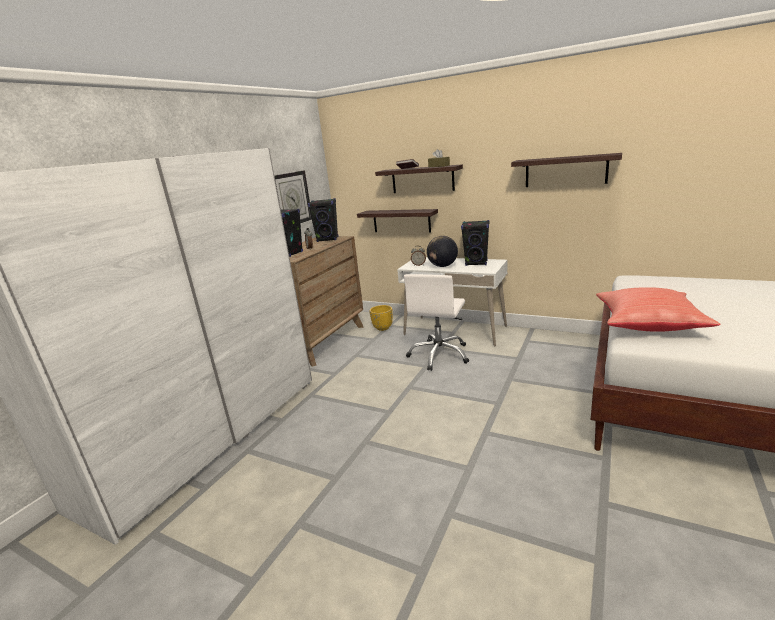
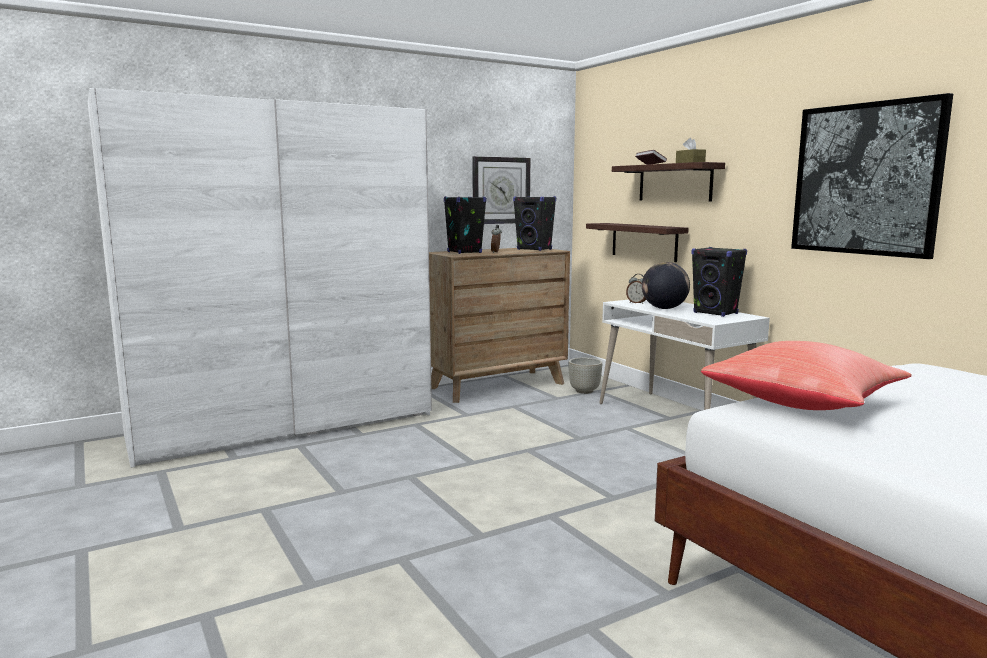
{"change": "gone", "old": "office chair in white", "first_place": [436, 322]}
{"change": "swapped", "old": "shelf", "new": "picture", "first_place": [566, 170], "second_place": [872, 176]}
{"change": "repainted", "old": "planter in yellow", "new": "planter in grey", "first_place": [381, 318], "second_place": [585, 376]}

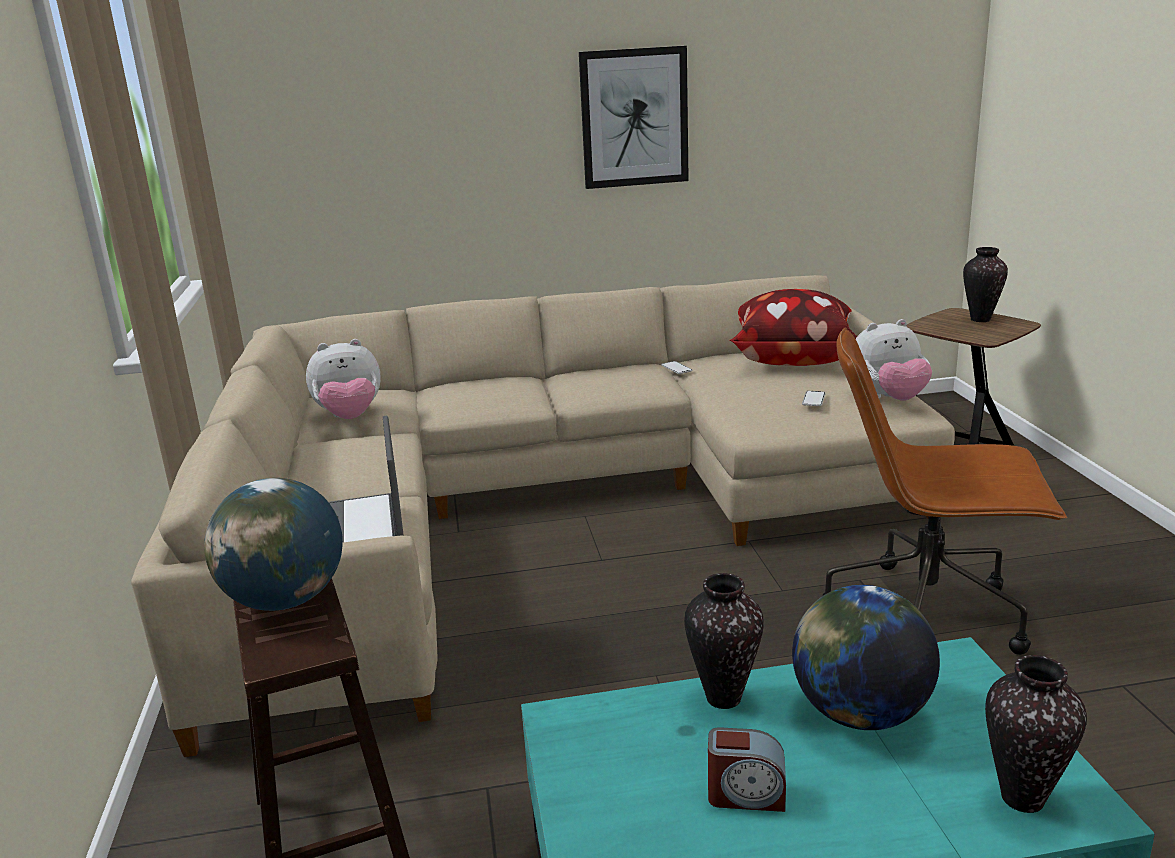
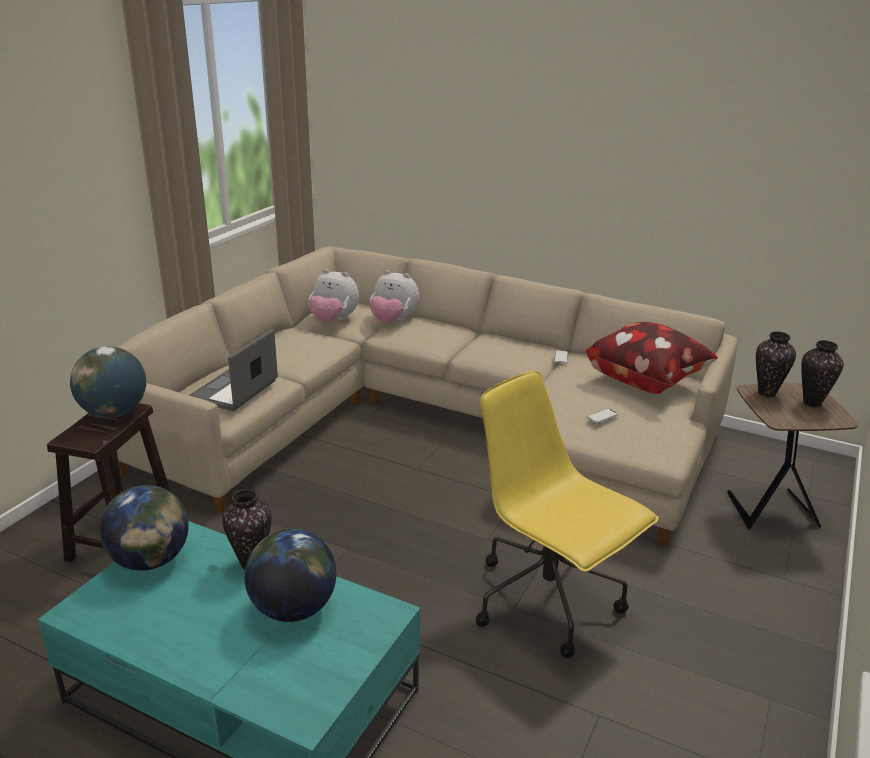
{"change": "gone", "old": "picture", "first_place": [634, 117]}
{"change": "gone", "old": "alarm clock", "first_place": [747, 769]}
{"change": "new", "new": "globe", "second_place": [144, 527]}
{"change": "shifted", "old": "plush toy", "first_place": [894, 360], "second_place": [394, 296]}
{"change": "shifted", "old": "vase", "first_place": [1036, 734], "second_place": [776, 364]}
{"change": "repainted", "old": "office chair in brown", "new": "office chair in yellow", "first_place": [944, 491], "second_place": [567, 514]}

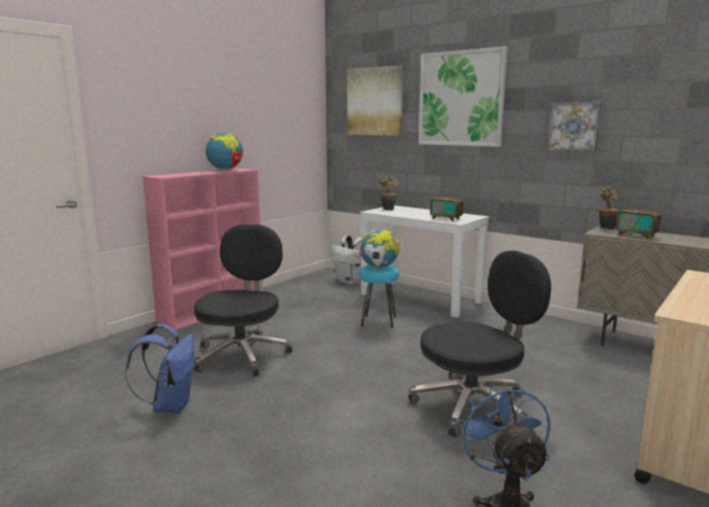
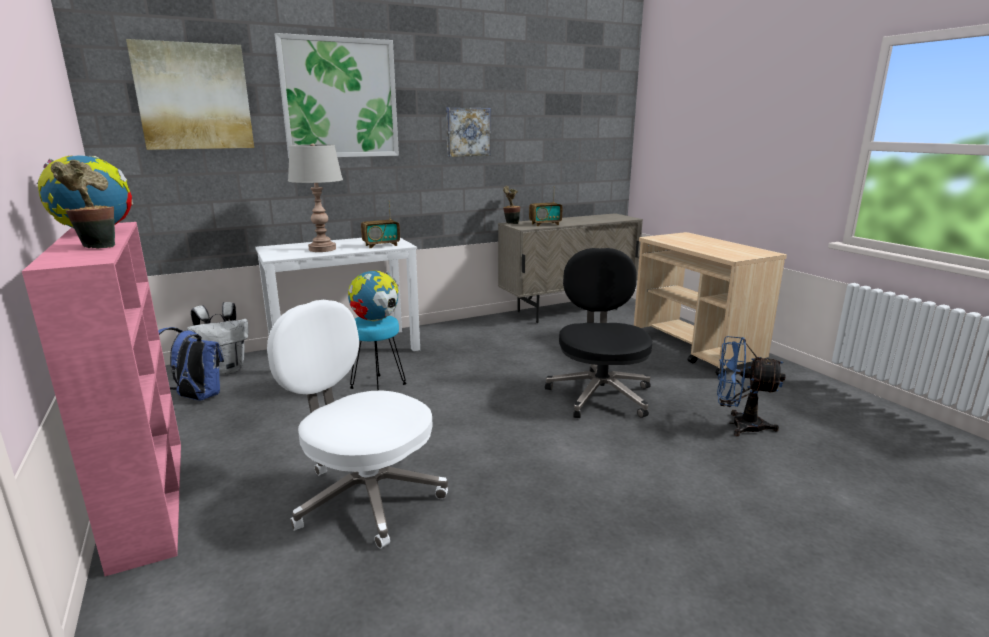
{"change": "new", "new": "table lamp in grey", "second_place": [315, 197]}
{"change": "shifted", "old": "backpack in blue", "first_place": [159, 369], "second_place": [191, 364]}
{"change": "shifted", "old": "potted plant", "first_place": [389, 193], "second_place": [83, 204]}
{"change": "repainted", "old": "office chair in black", "new": "office chair in white", "first_place": [243, 300], "second_place": [357, 424]}

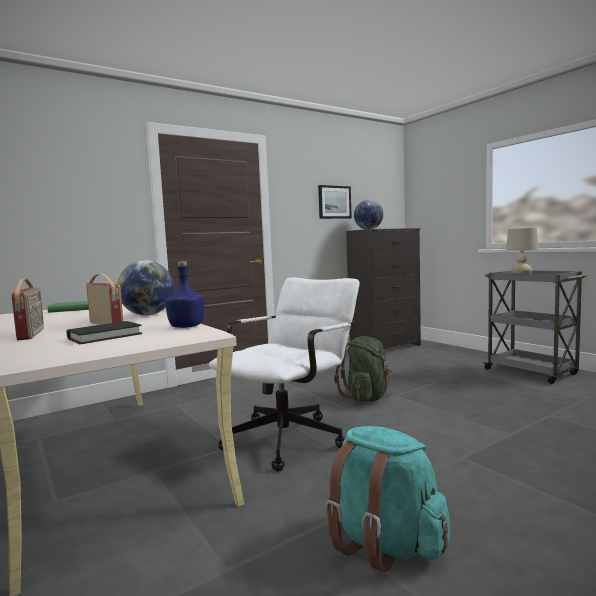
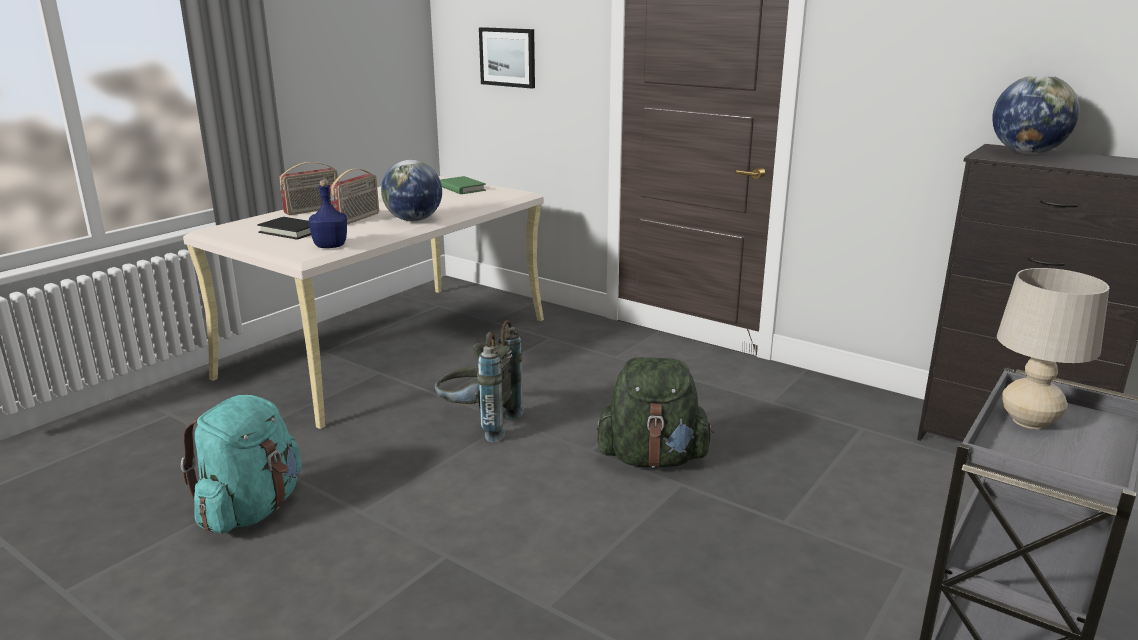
{"change": "shifted", "old": "picture", "first_place": [335, 202], "second_place": [507, 57]}
{"change": "swapped", "old": "office chair in white", "new": "backpack in grey", "first_place": [284, 374], "second_place": [479, 381]}

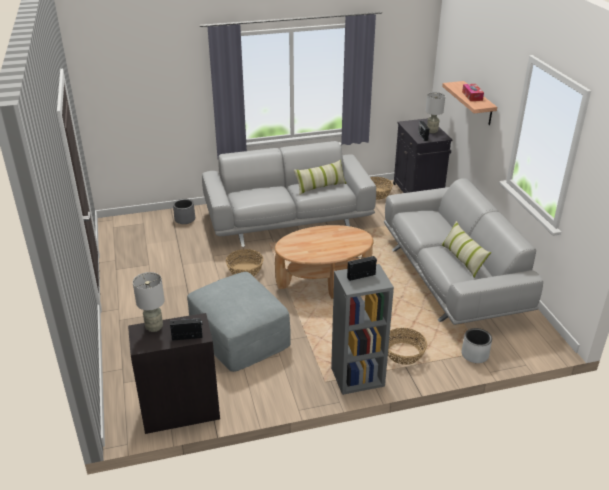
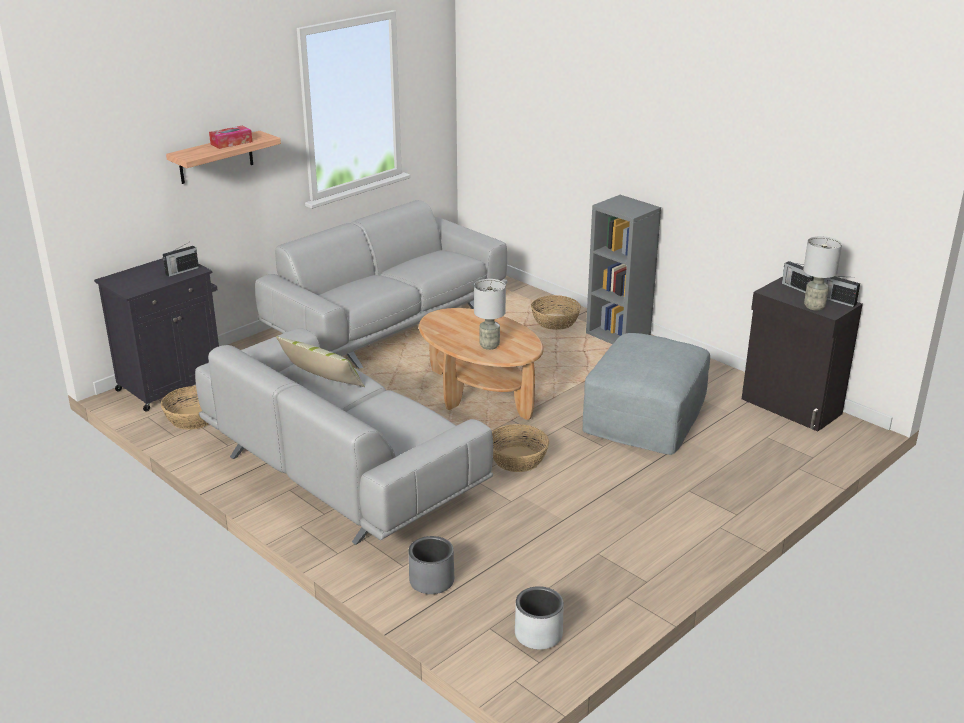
{"change": "gone", "old": "pillow", "first_place": [466, 249]}
{"change": "shifted", "old": "radio", "first_place": [362, 268], "second_place": [842, 291]}
{"change": "shifted", "old": "table lamp in grey", "first_place": [435, 112], "second_place": [490, 314]}
{"change": "shifted", "old": "planter in grey", "first_place": [477, 345], "second_place": [539, 618]}

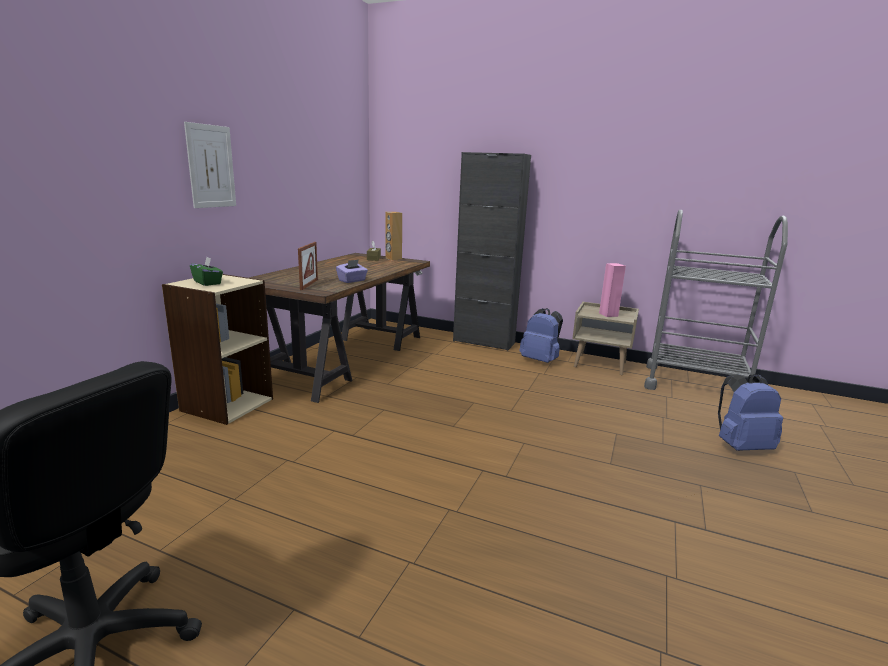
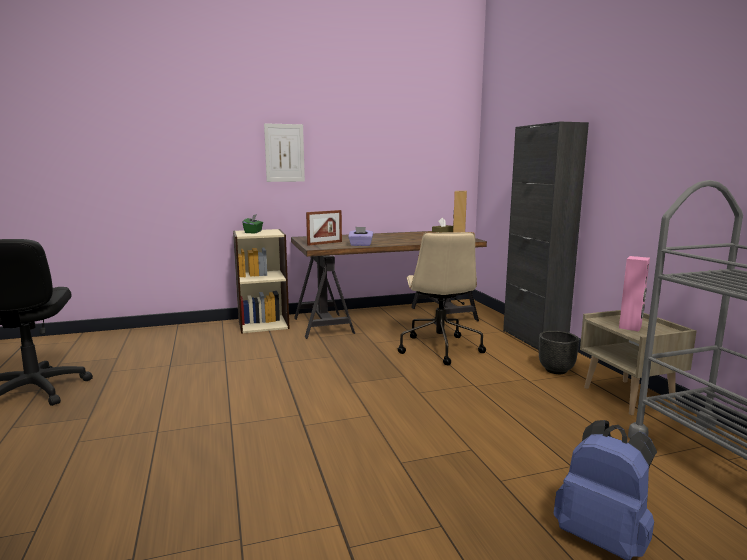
{"change": "new", "new": "office chair in beige", "second_place": [442, 298]}
{"change": "swapped", "old": "backpack in blue", "new": "planter in black", "first_place": [541, 335], "second_place": [559, 352]}

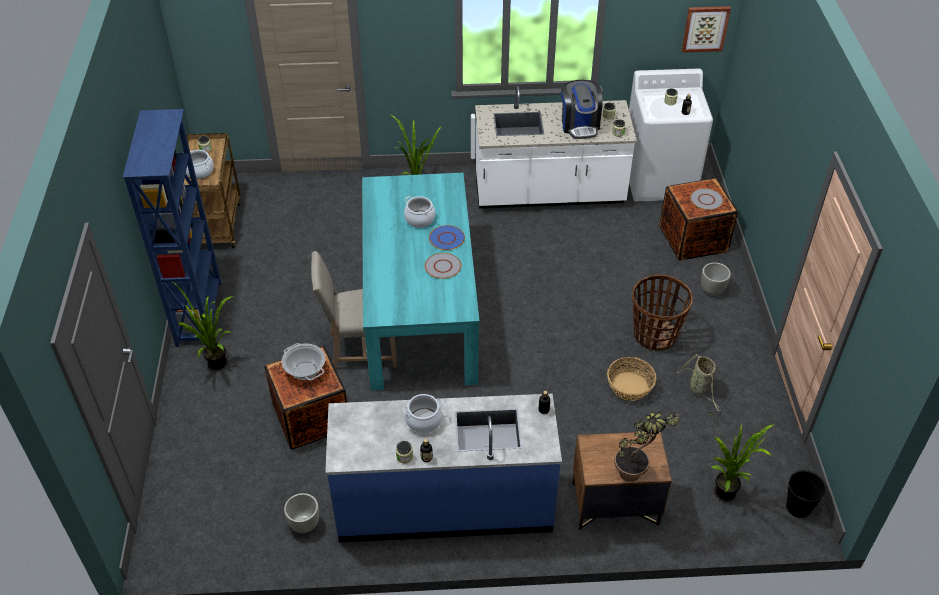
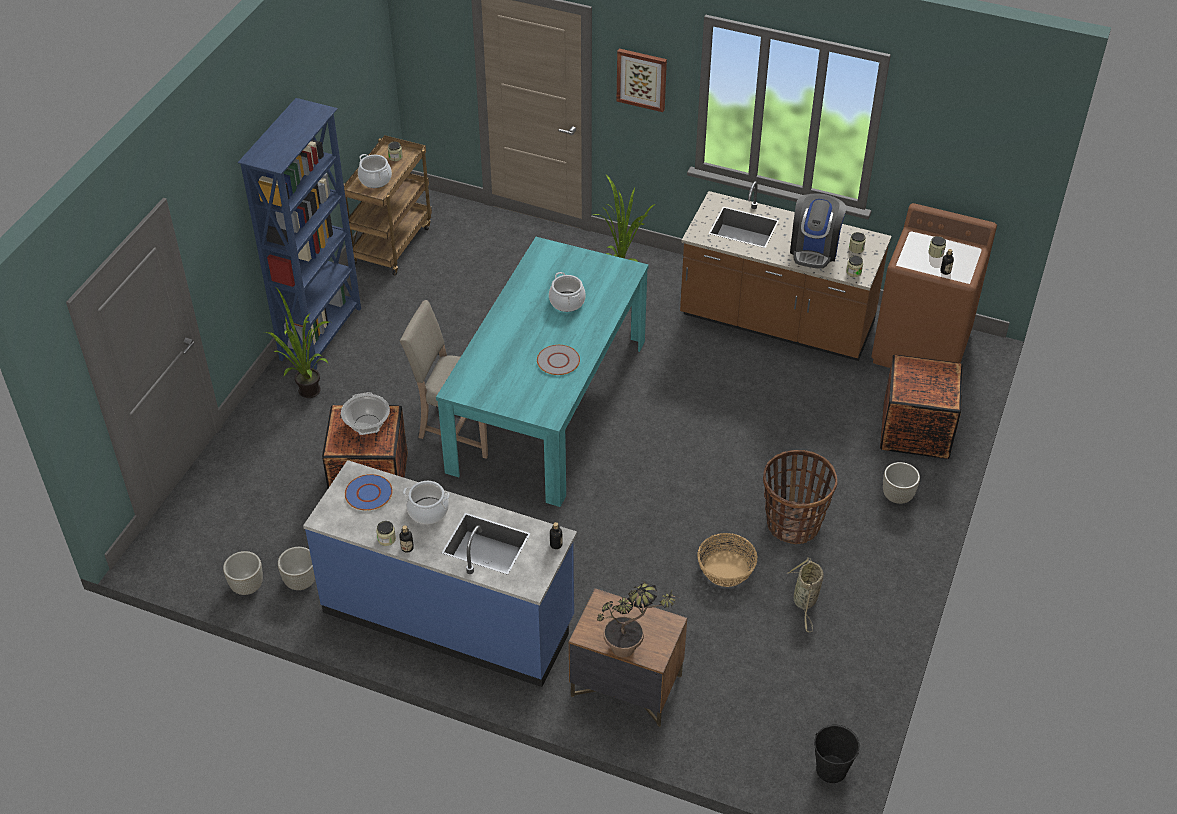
{"change": "gone", "old": "plate in grey", "first_place": [707, 199]}
{"change": "gone", "old": "potted plant", "first_place": [742, 458]}
{"change": "new", "new": "planter in grey", "second_place": [243, 573]}
{"change": "shifted", "old": "plate in blue", "first_place": [447, 237], "second_place": [369, 492]}
{"change": "shifted", "old": "picture", "first_place": [706, 29], "second_place": [642, 80]}
{"change": "repainted", "old": "counter in white", "new": "counter in brown", "first_place": [556, 146], "second_place": [785, 271]}
{"change": "repainted", "old": "washing machine in white", "new": "washing machine in brown", "first_place": [671, 135], "second_place": [934, 285]}

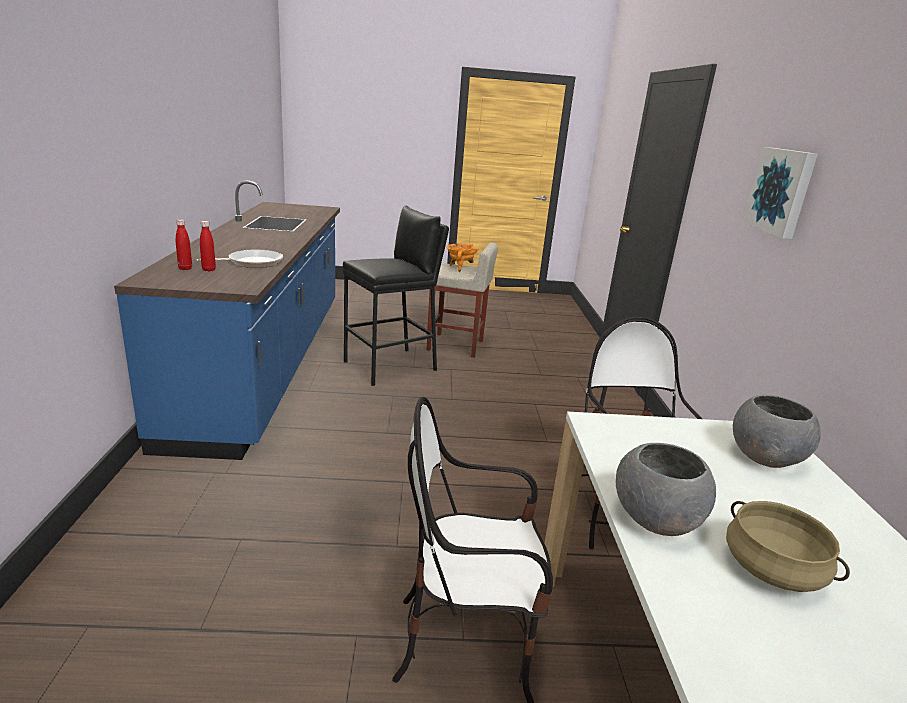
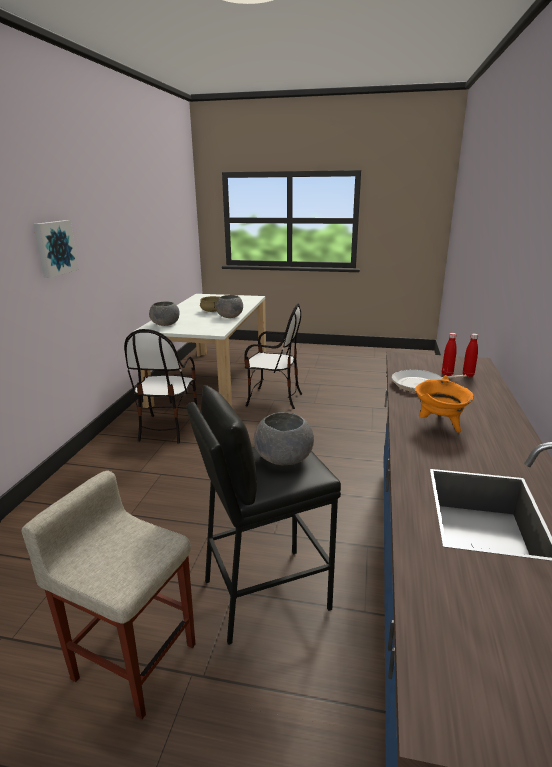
{"change": "new", "new": "bowl in grey", "second_place": [284, 438]}
{"change": "shifted", "old": "cooking pot in orange", "first_place": [462, 257], "second_place": [444, 404]}

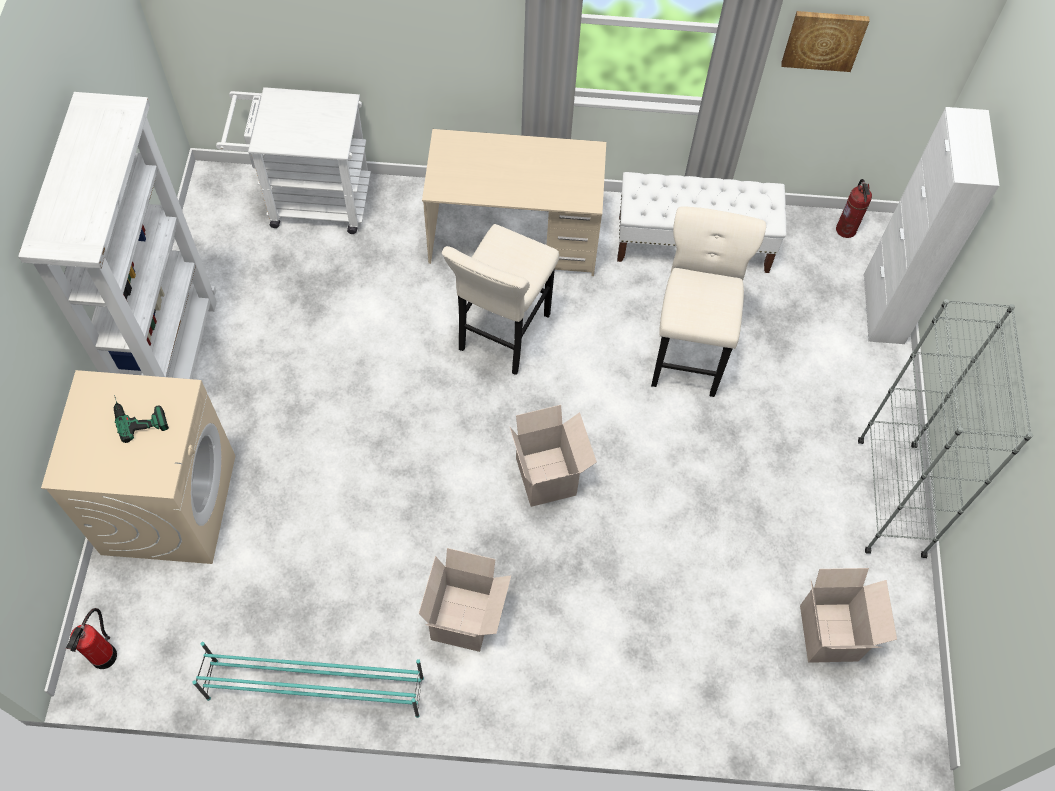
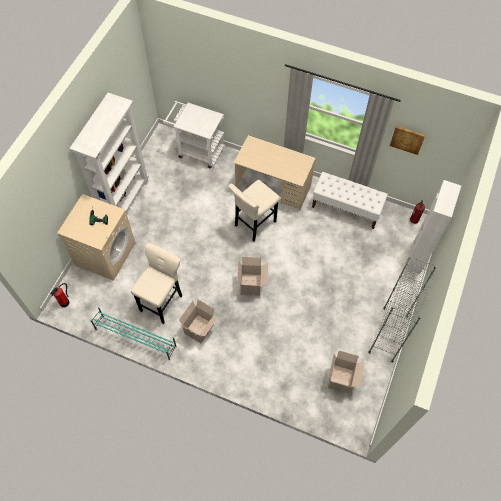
{"change": "shifted", "old": "stool in beige", "first_place": [708, 301], "second_place": [156, 283]}

